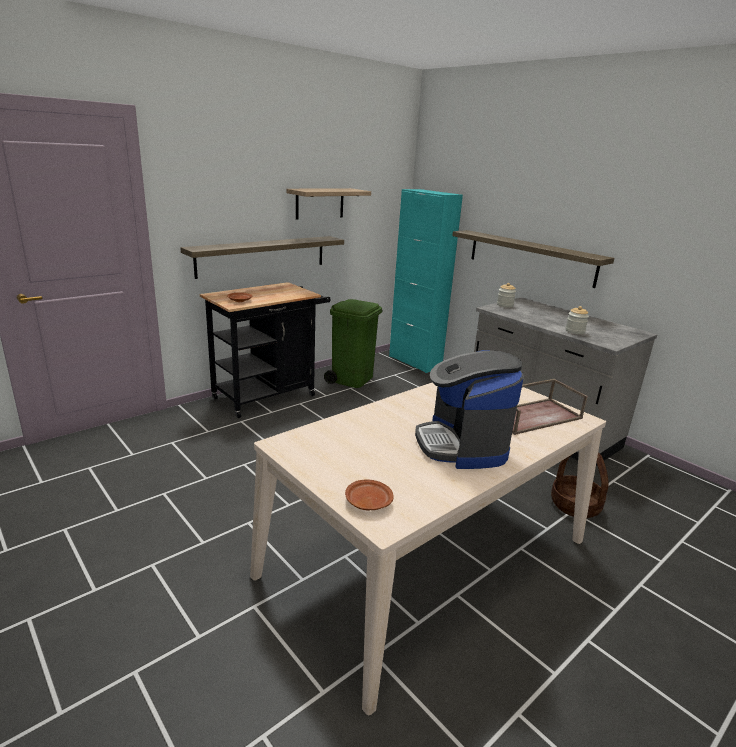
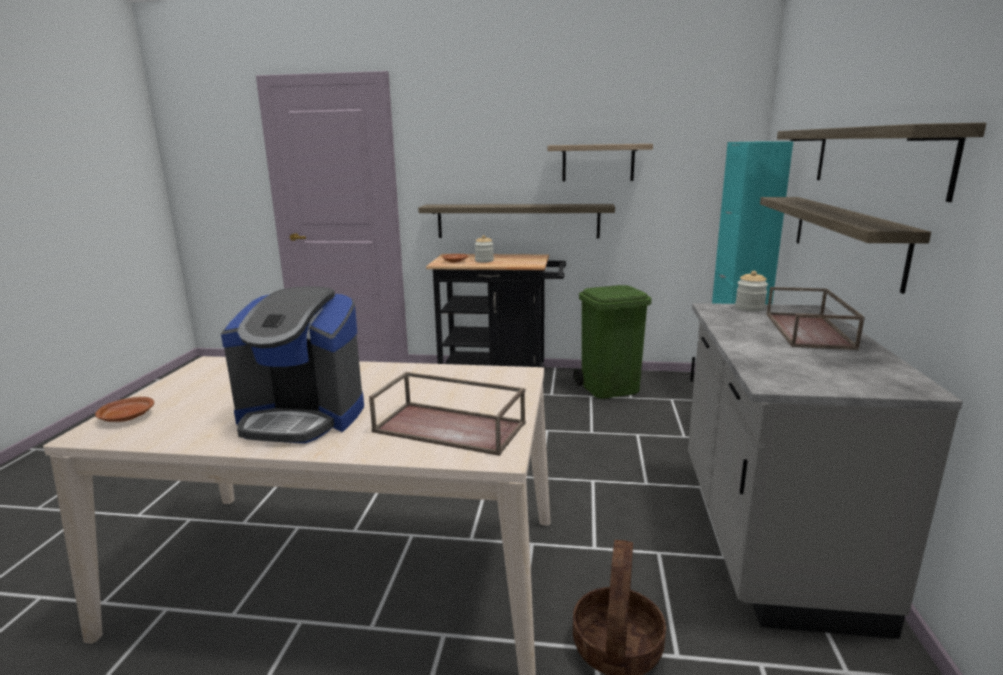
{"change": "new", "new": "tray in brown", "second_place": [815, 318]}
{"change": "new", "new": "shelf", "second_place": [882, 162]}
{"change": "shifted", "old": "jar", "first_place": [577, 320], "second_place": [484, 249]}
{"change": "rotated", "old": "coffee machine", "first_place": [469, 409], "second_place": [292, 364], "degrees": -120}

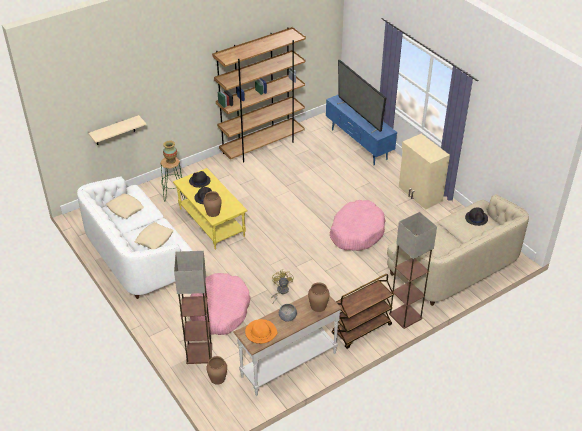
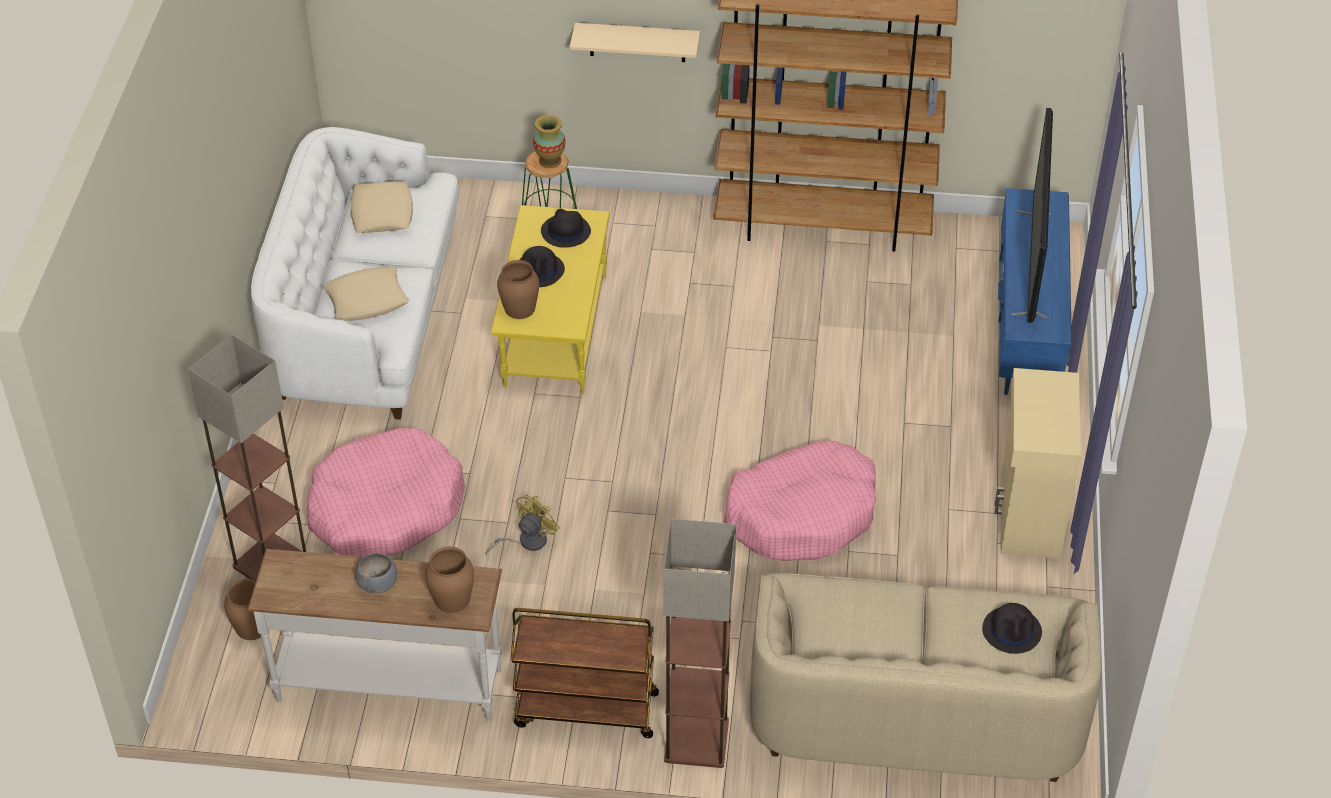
{"change": "gone", "old": "hat in orange", "first_place": [261, 331]}
{"change": "shifted", "old": "shelf in beige", "first_place": [117, 130], "second_place": [635, 42]}

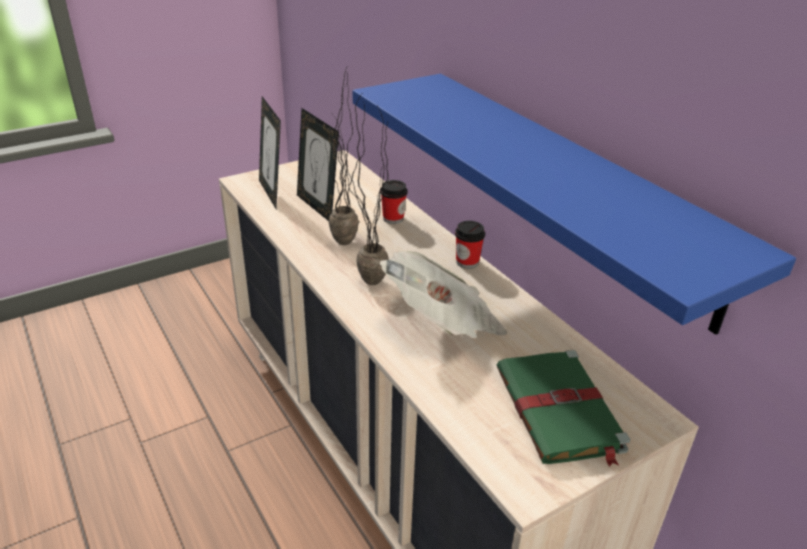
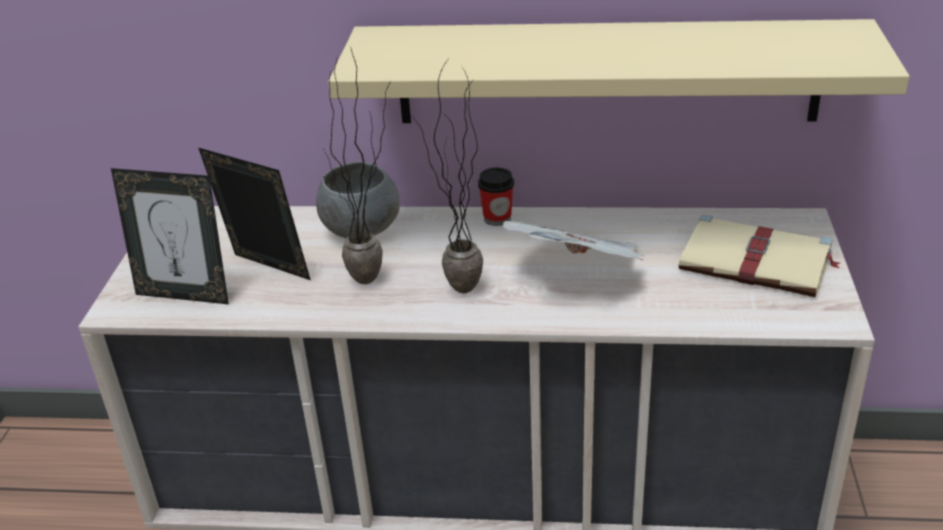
{"change": "swapped", "old": "cup", "new": "bowl in grey", "first_place": [394, 202], "second_place": [358, 199]}
{"change": "repainted", "old": "shelf in blue", "new": "shelf in beige", "first_place": [574, 204], "second_place": [619, 71]}
{"change": "repainted", "old": "book in green", "new": "book in beige", "first_place": [563, 408], "second_place": [759, 256]}
{"change": "rotated", "old": "picture frame", "first_place": [318, 164], "second_place": [255, 214], "degrees": -150}

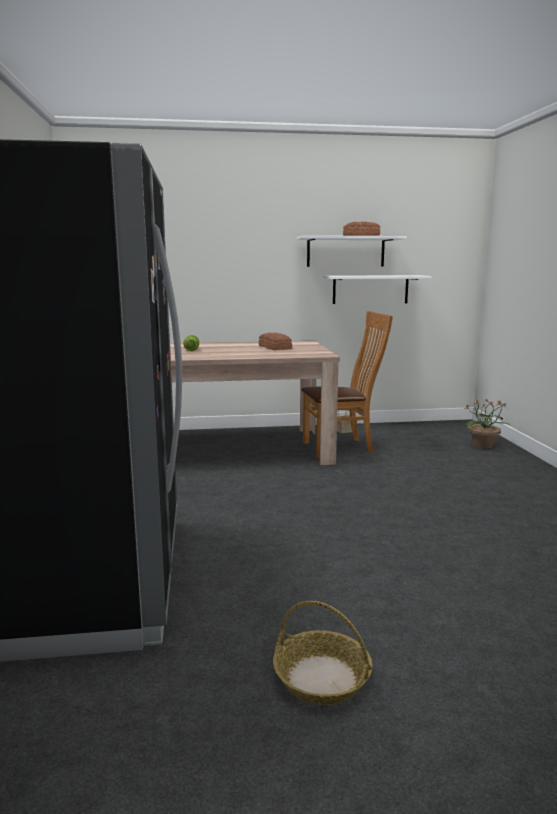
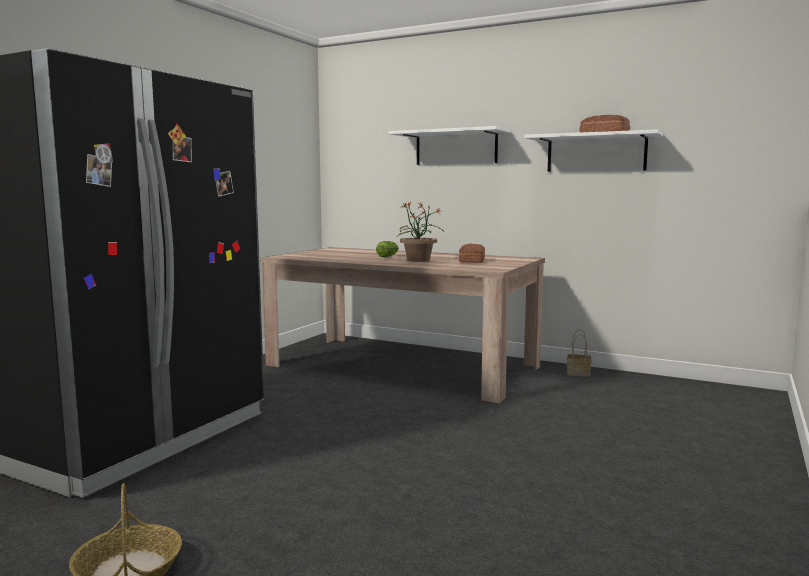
{"change": "gone", "old": "chair in brown", "first_place": [347, 384]}
{"change": "shifted", "old": "shelf in white", "first_place": [377, 289], "second_place": [449, 145]}
{"change": "shifted", "old": "potted plant", "first_place": [488, 424], "second_place": [420, 232]}

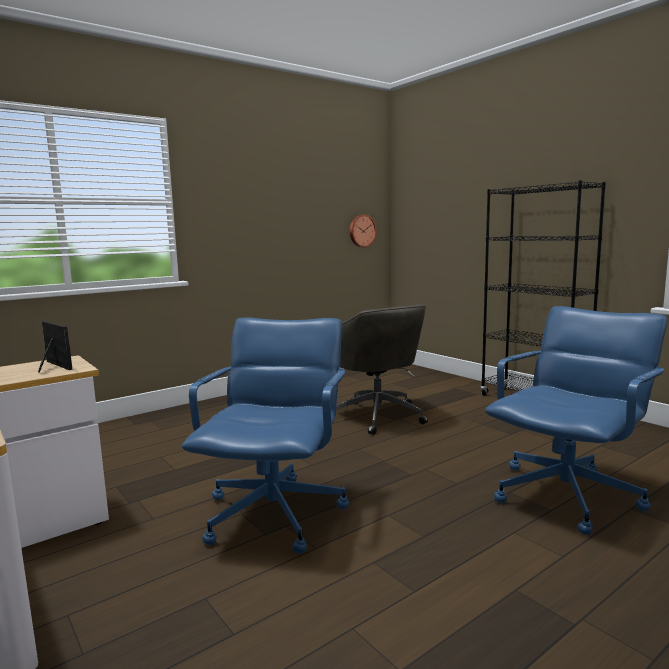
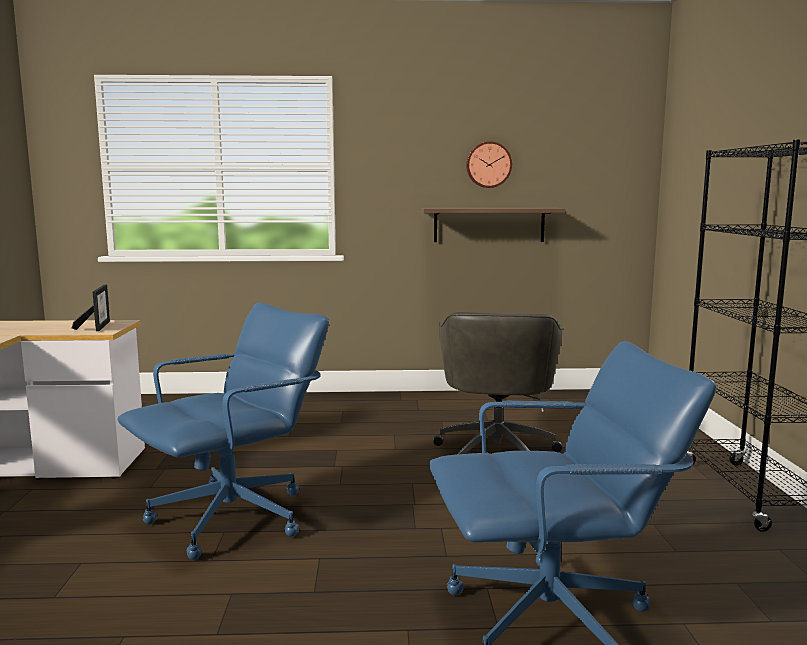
{"change": "new", "new": "shelf", "second_place": [493, 225]}
{"change": "shifted", "old": "wall clock", "first_place": [363, 231], "second_place": [489, 164]}

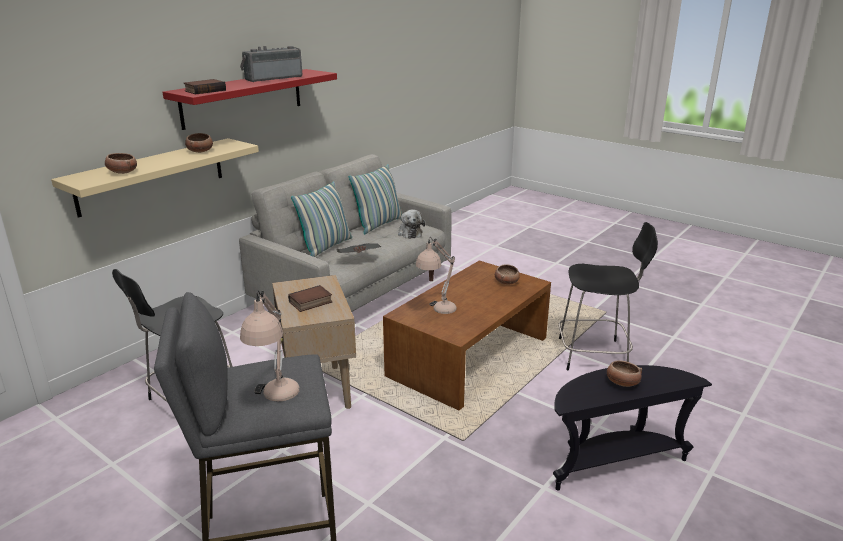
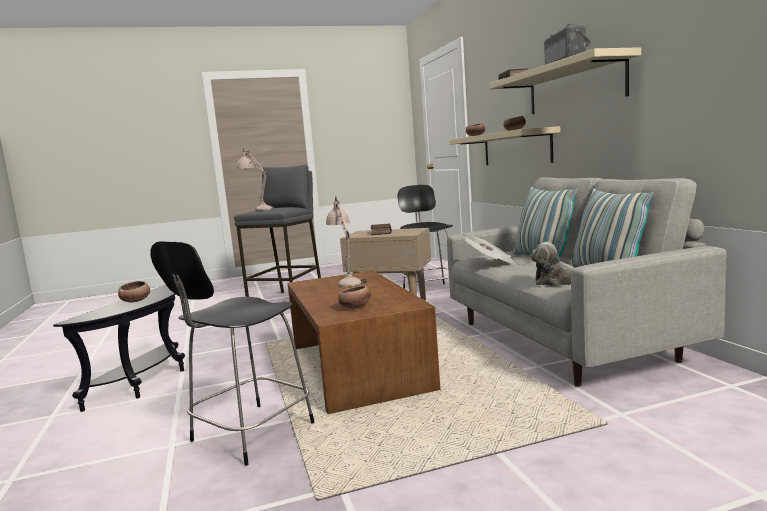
{"change": "repainted", "old": "shelf in red", "new": "shelf in beige", "first_place": [249, 99], "second_place": [564, 80]}

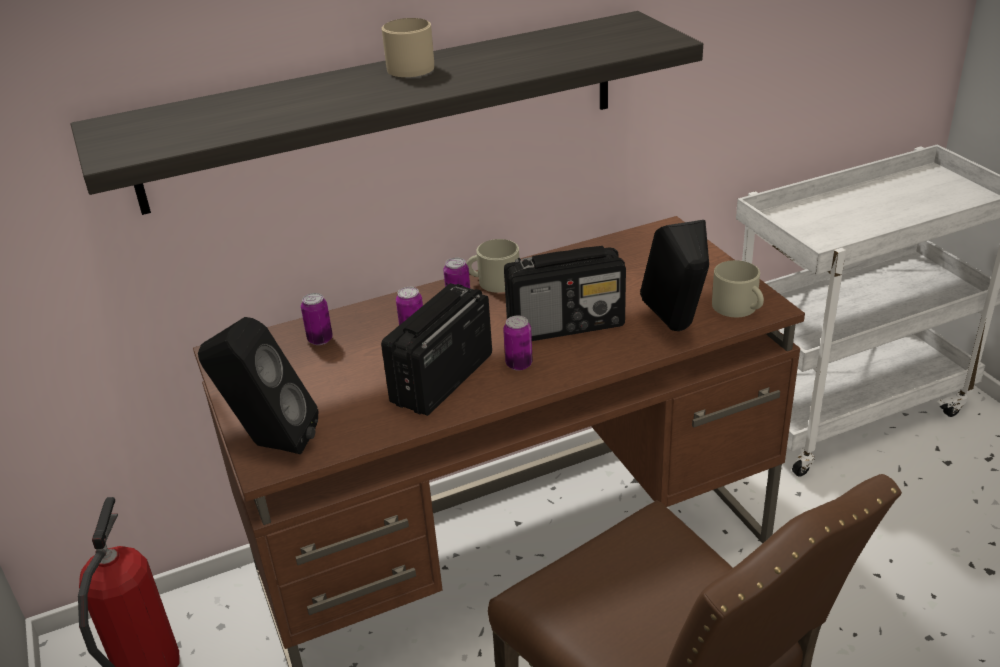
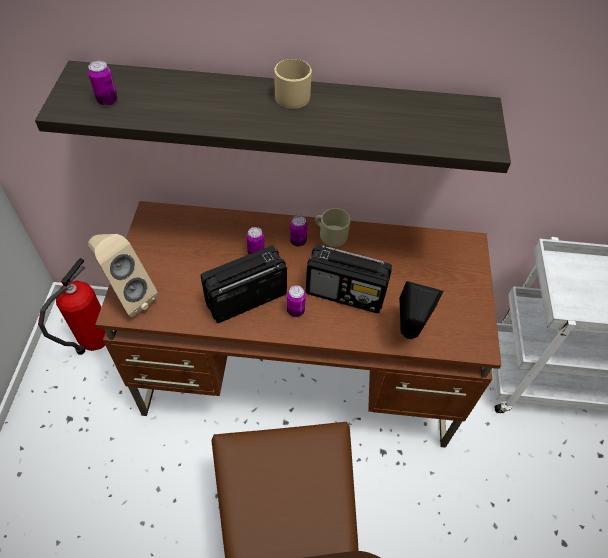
{"change": "gone", "old": "mug in beige", "first_place": [738, 288]}
{"change": "shifted", "old": "can", "first_place": [317, 319], "second_place": [103, 83]}
{"change": "repainted", "old": "speaker in black", "new": "speaker in beige", "first_place": [258, 385], "second_place": [123, 275]}

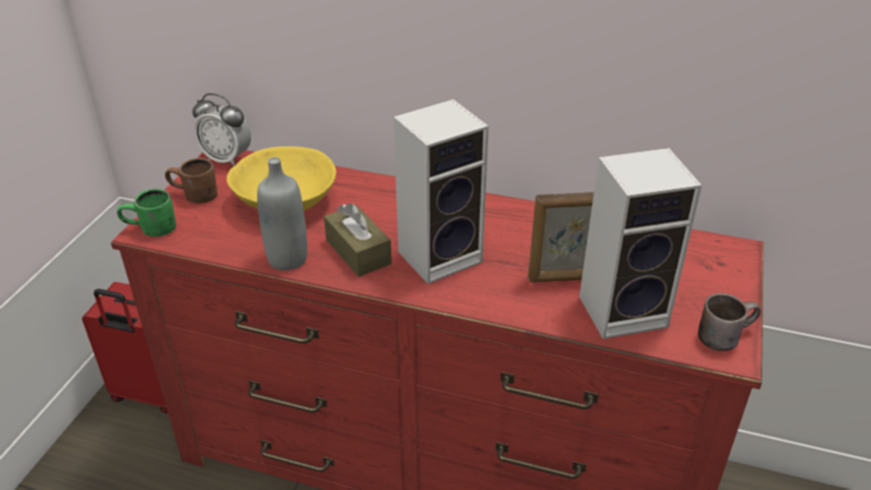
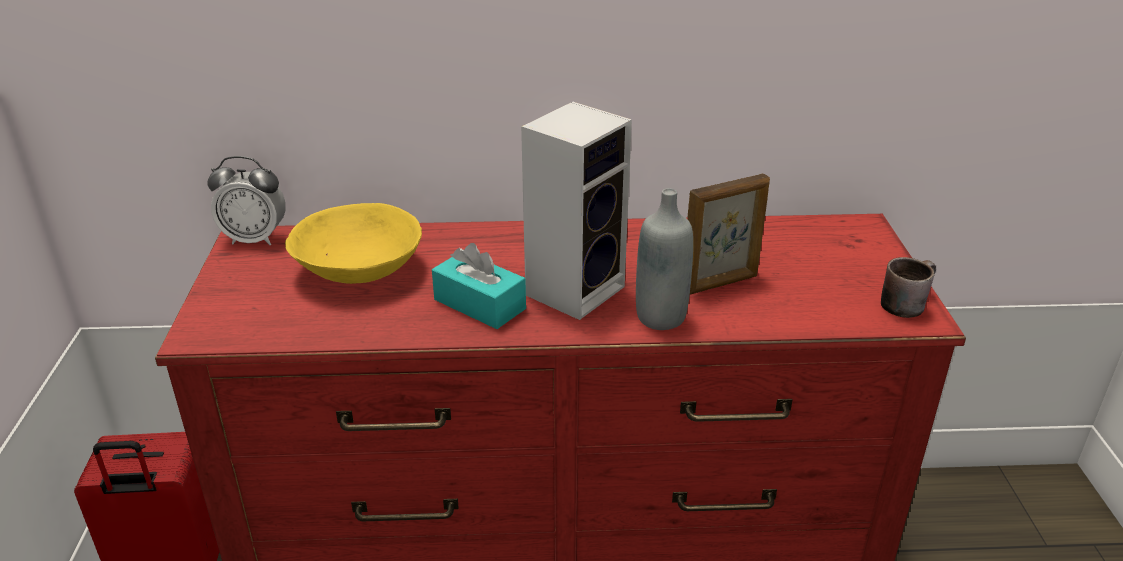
{"change": "gone", "old": "mug in green", "first_place": [146, 213]}
{"change": "gone", "old": "mug in brown", "first_place": [191, 181]}
{"change": "gone", "old": "speaker", "first_place": [640, 243]}
{"change": "shifted", "old": "bottle in grey", "first_place": [282, 213], "second_place": [664, 259]}
{"change": "repainted", "old": "tissue box in brown", "new": "tissue box in turquoise", "first_place": [358, 240], "second_place": [479, 286]}

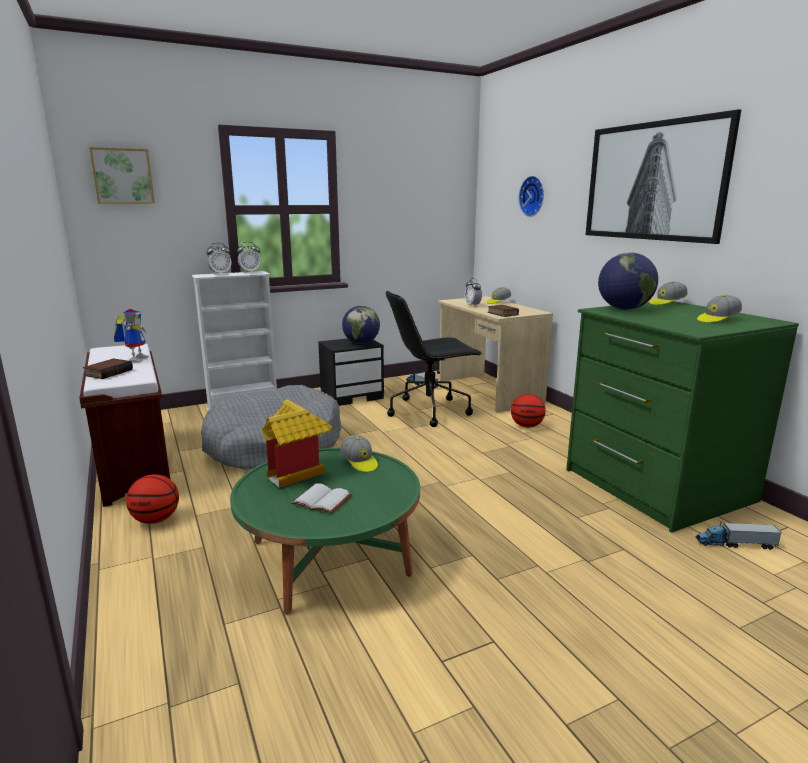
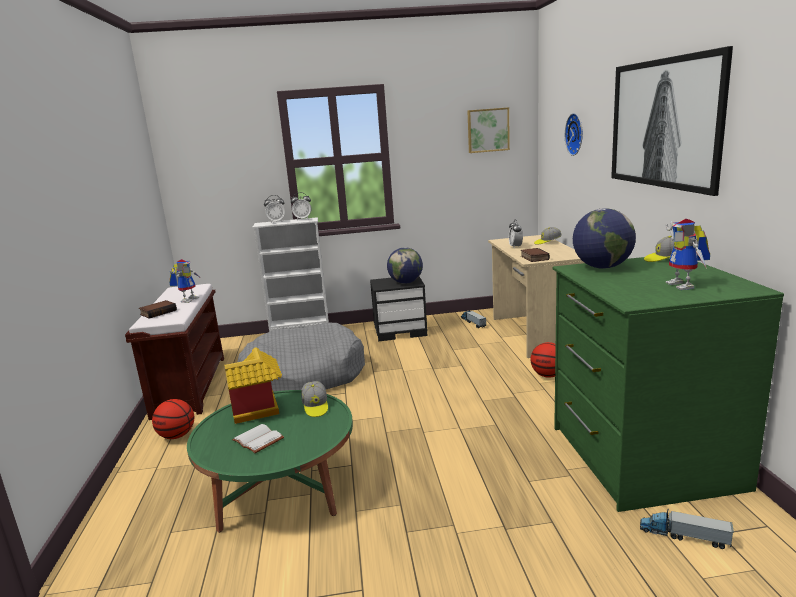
{"change": "gone", "old": "office chair in black", "first_place": [434, 358]}
{"change": "shifted", "old": "picture", "first_place": [122, 175], "second_place": [489, 130]}
{"change": "swapped", "old": "cap", "new": "toy robot", "first_place": [719, 309], "second_place": [688, 254]}

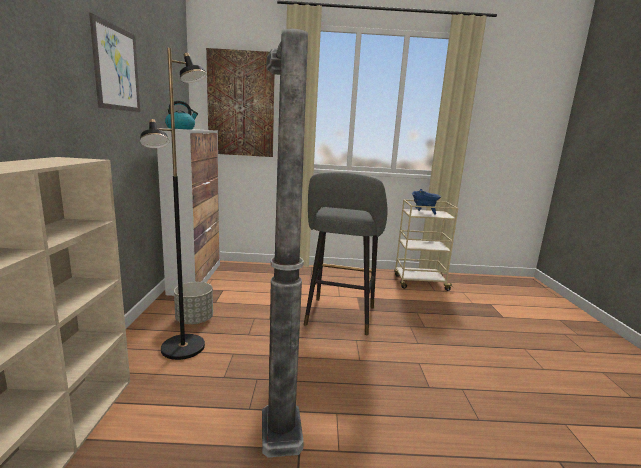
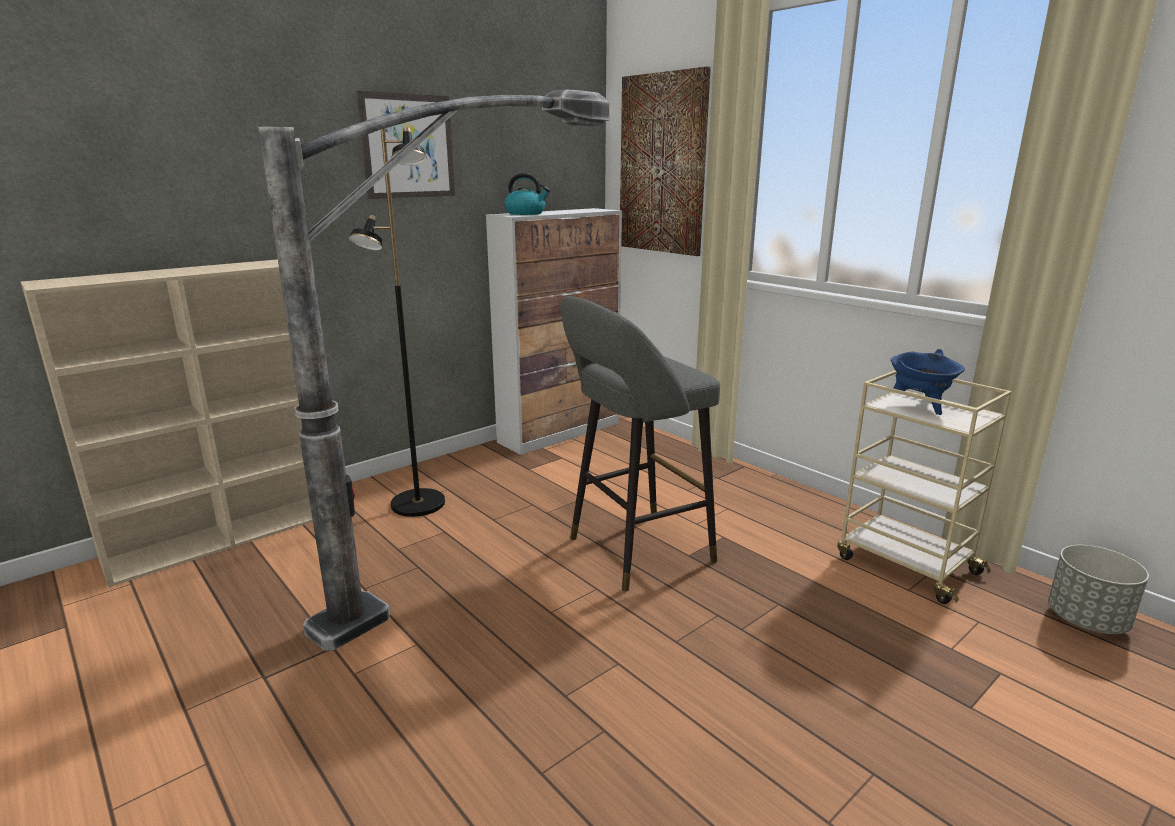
{"change": "shifted", "old": "planter in grey", "first_place": [193, 303], "second_place": [1098, 589]}

